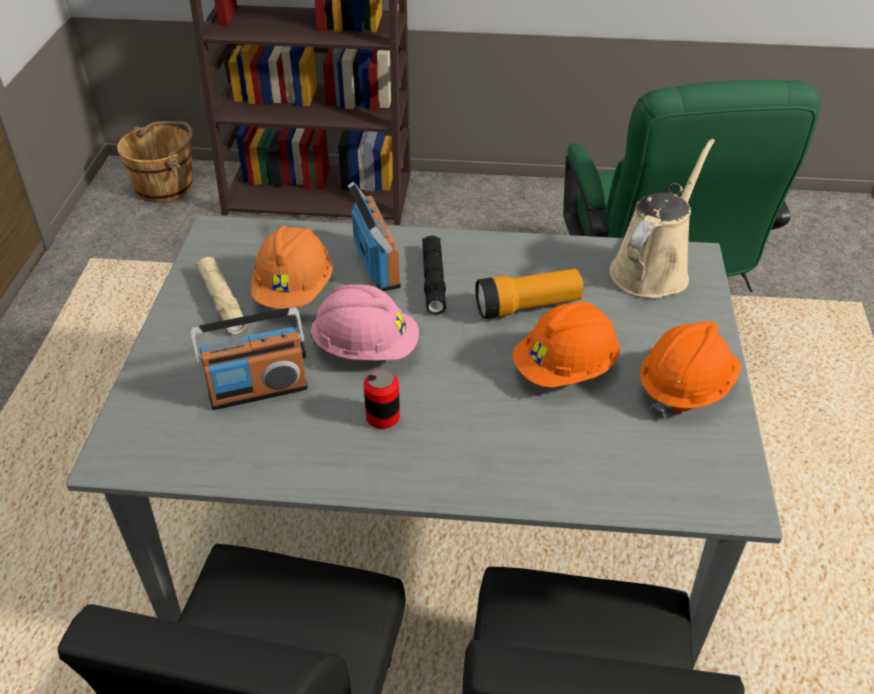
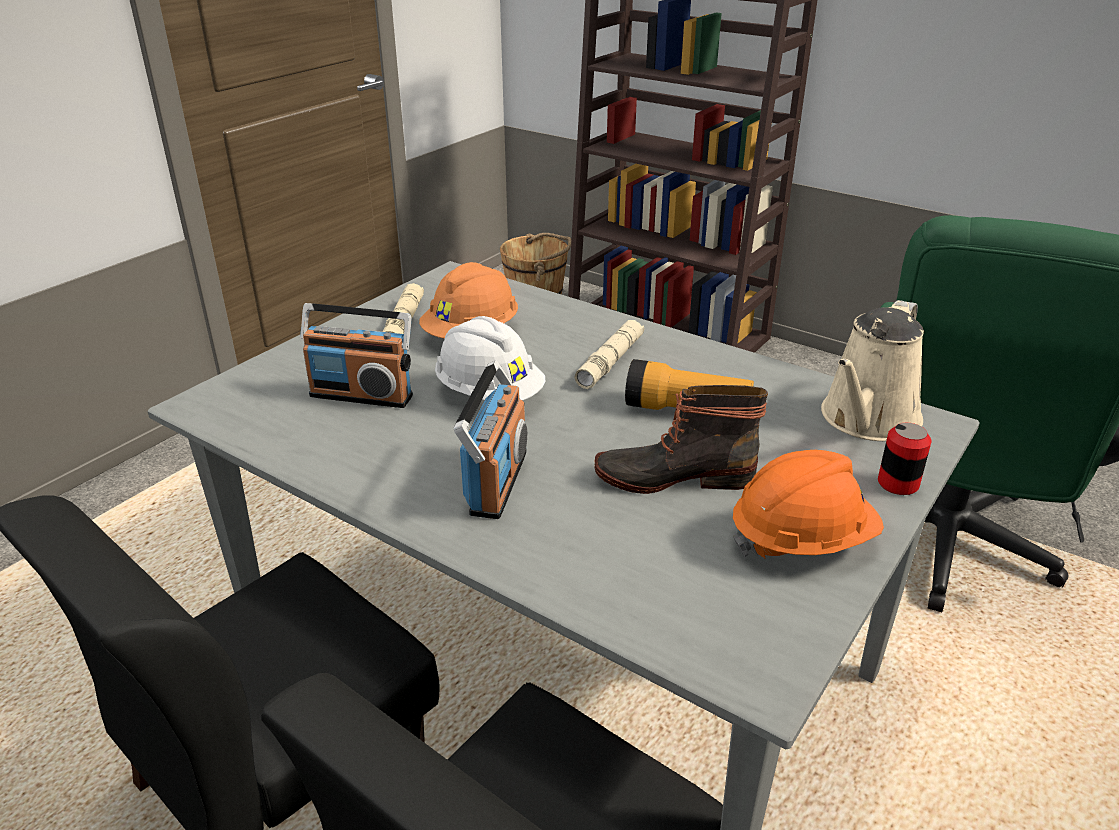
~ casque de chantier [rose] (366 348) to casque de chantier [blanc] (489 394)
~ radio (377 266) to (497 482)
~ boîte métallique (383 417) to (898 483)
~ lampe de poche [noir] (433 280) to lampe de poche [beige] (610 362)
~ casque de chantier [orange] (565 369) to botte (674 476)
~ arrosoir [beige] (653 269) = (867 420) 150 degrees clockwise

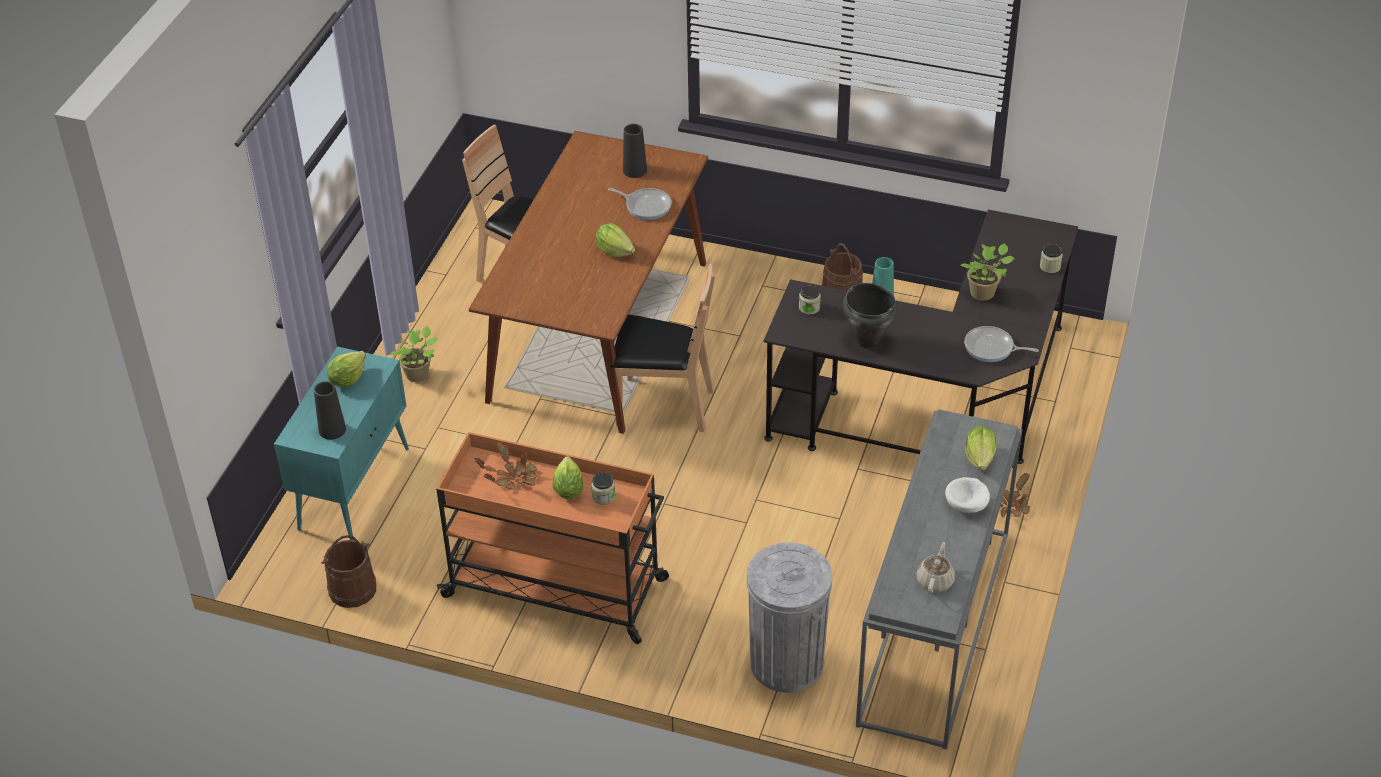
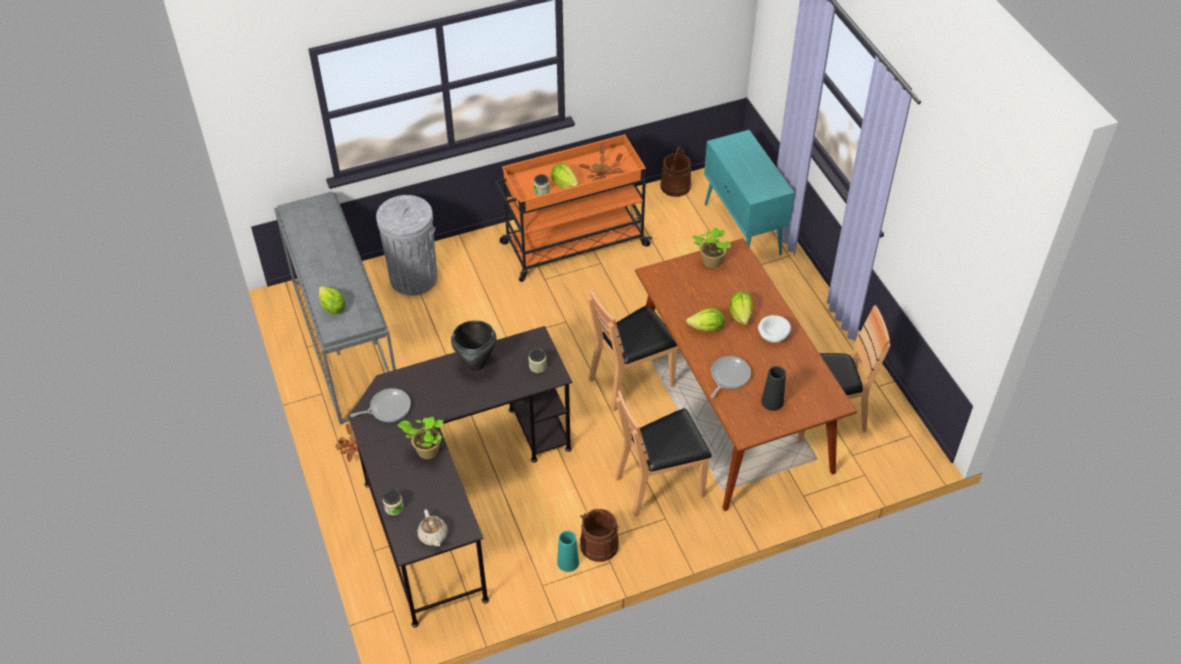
- vase [noir] (332 430)
~ laitue (347 379) to (741 315)
~ plante en pot (419 374) to (710 262)
~ poêle (646 206) = (728 376) 135 degrees clockwise
~ théière [beige] (935 580) to (433 536)
~ bol [blanc] (967 506) to (772 336)
+ chaise [marron] (660 485)

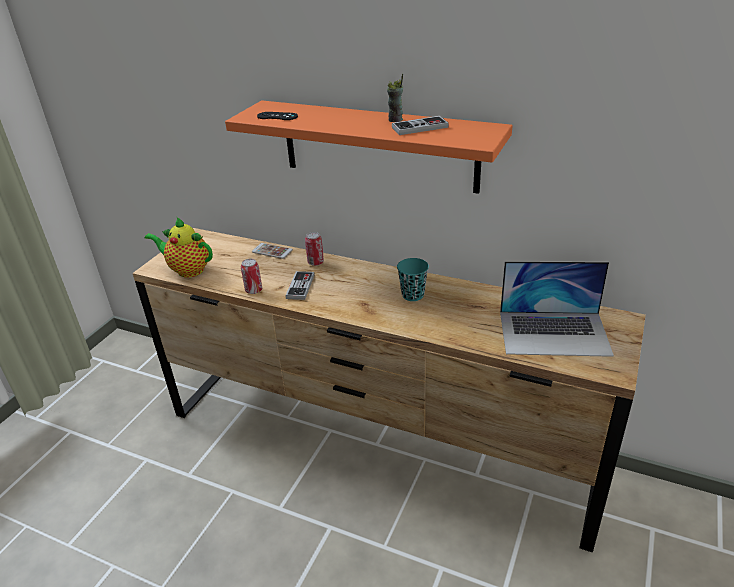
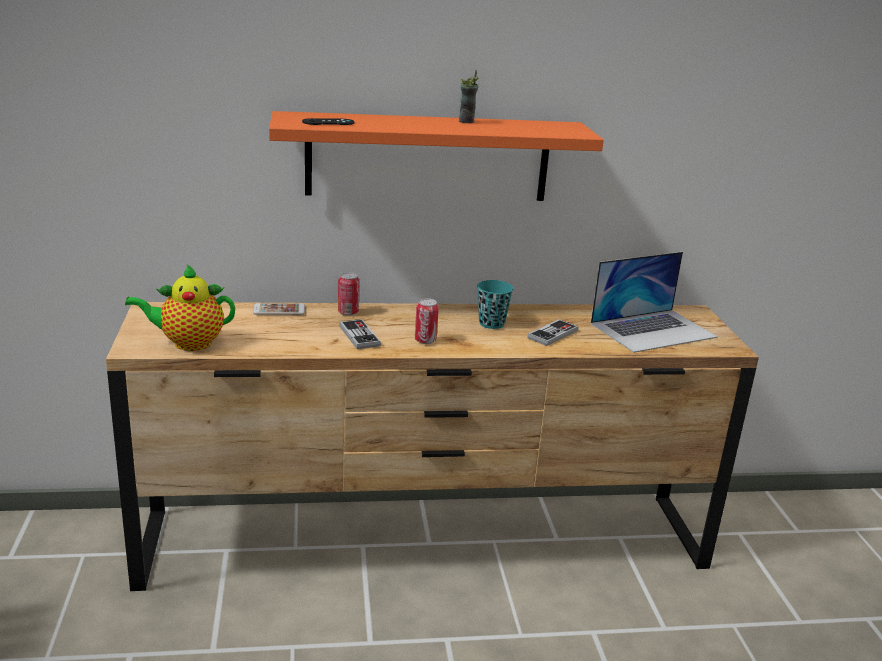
~ boîte métallique (254 290) to (425 340)
~ manette (420 127) to (552 334)

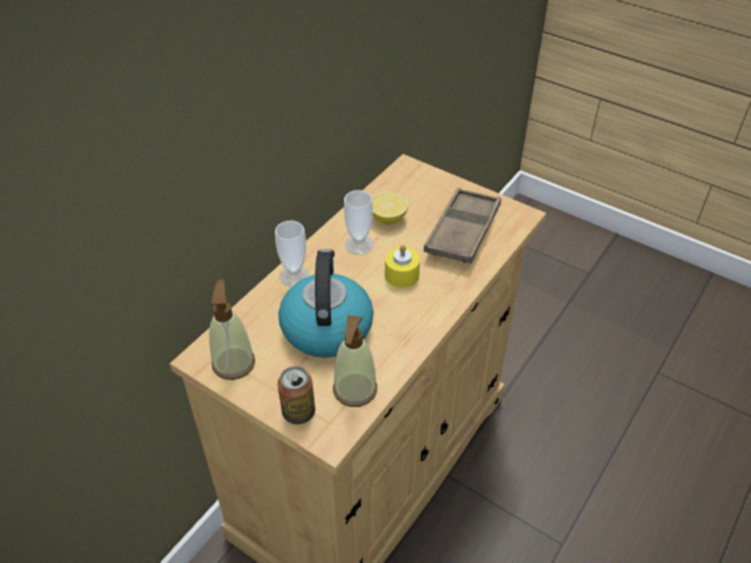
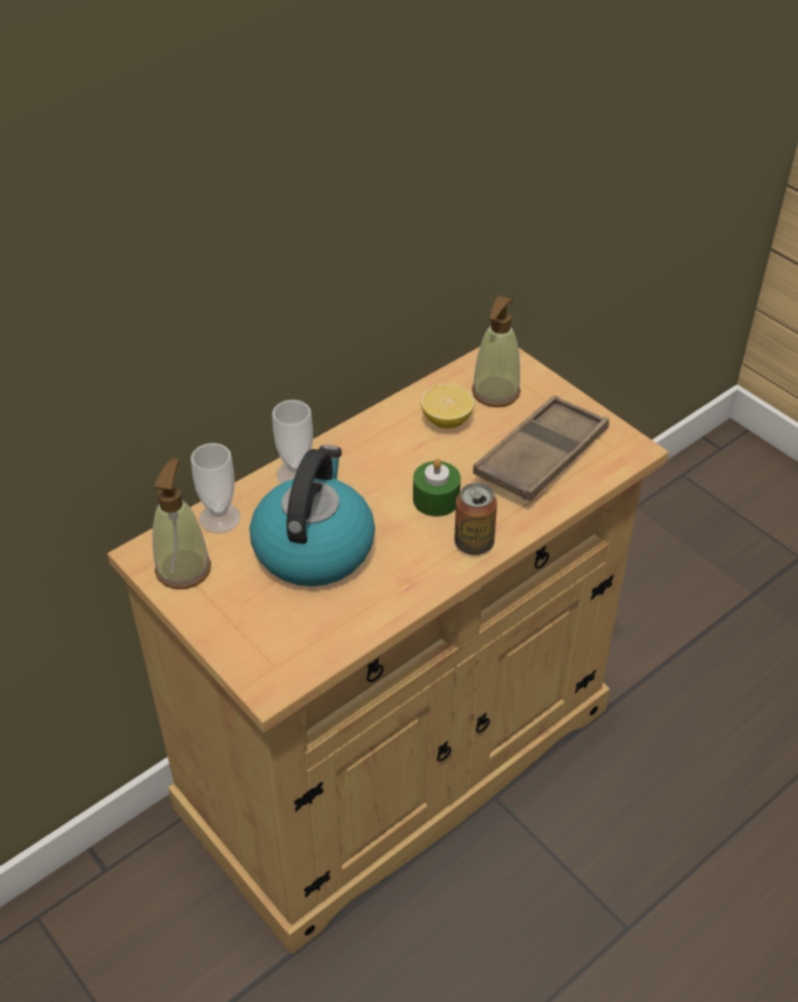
~ boîte métallique (298 412) to (474 543)
~ distributeur de savon (355 390) to (495 392)
~ tasse (359 245) to (220 518)
~ bougie [jaune] (401 275) to bougie [vert] (436 499)

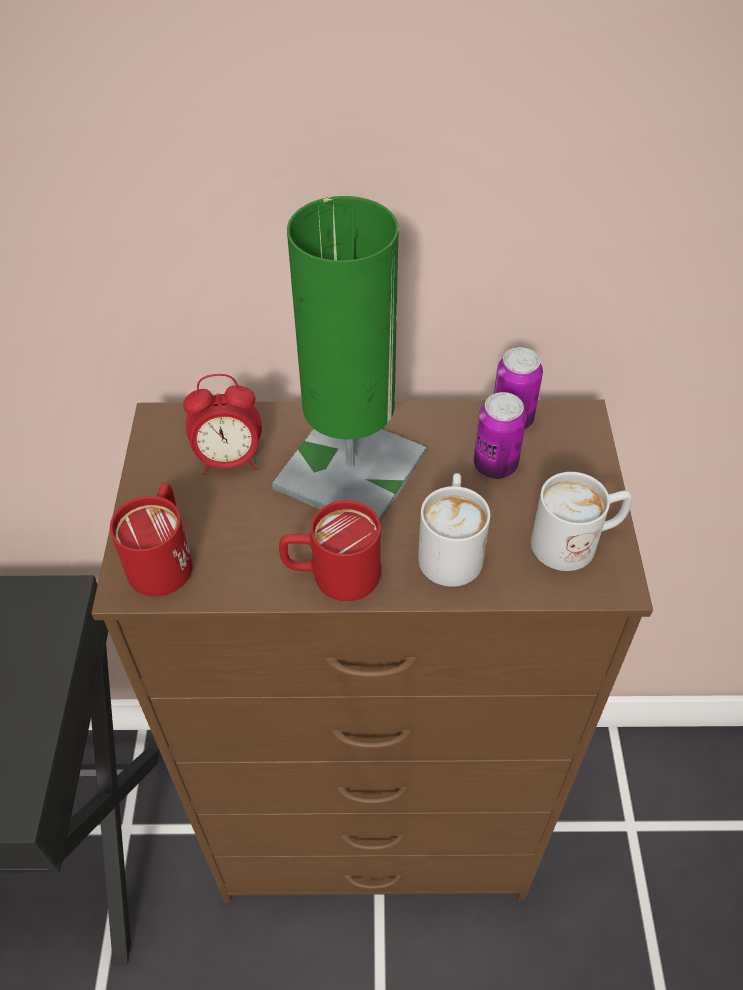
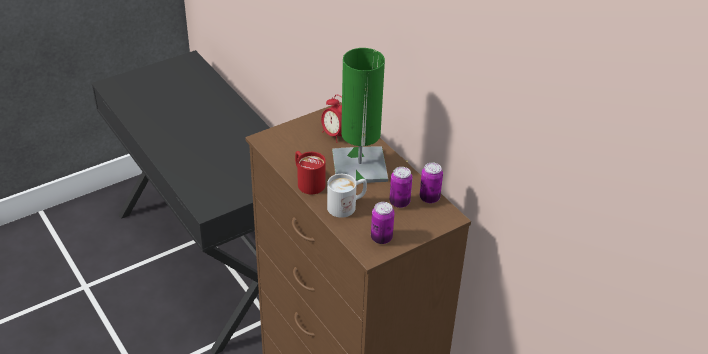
- mug [rouge] (164 557)
~ mug [blanc] (577 541) to boîte métallique (381 238)

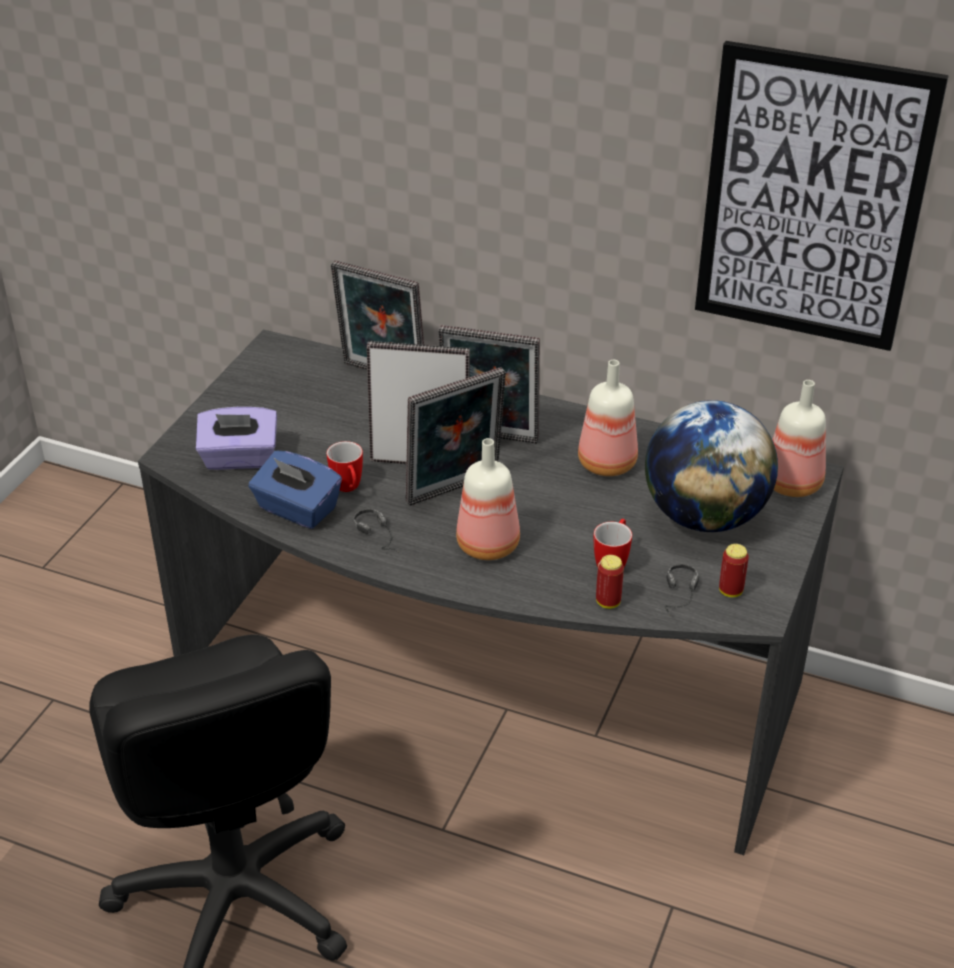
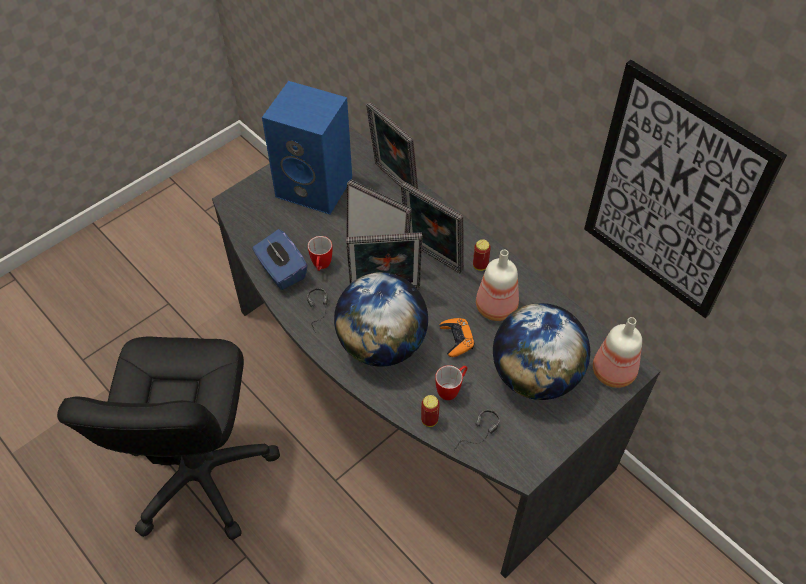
- boîte à mouchoirs [violet] (239 458)
~ bouteille (490 545) to globe (382 344)
~ boîte métallique (730 591) to (480 265)
+ enceinte [bleu] (316 186)
+ manette [orange] (456 339)

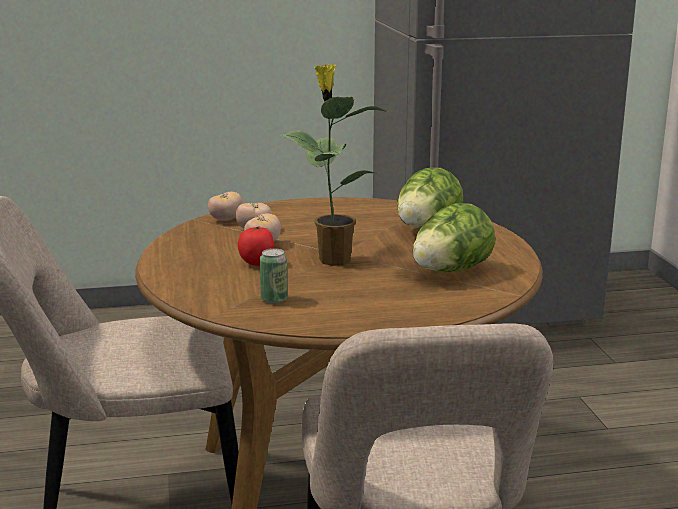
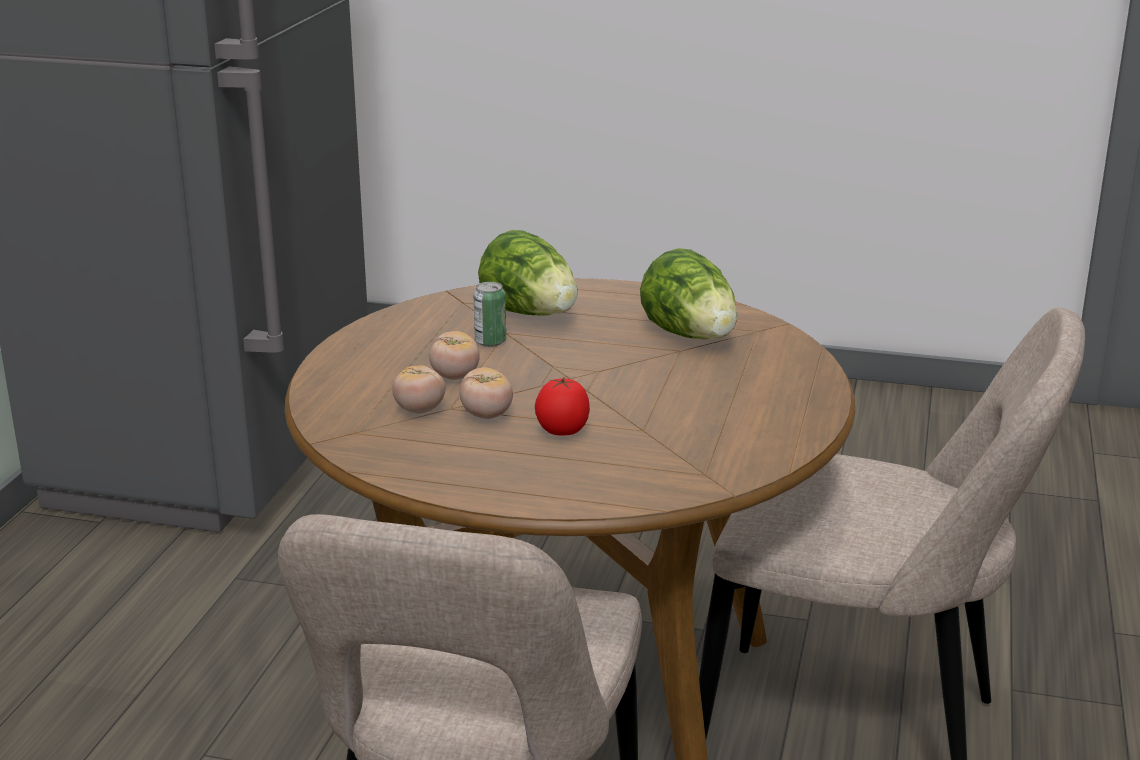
~ tomate (226 220) to (455 376)
~ boîte métallique (274 299) to (490 342)
- plante en pot (333 259)

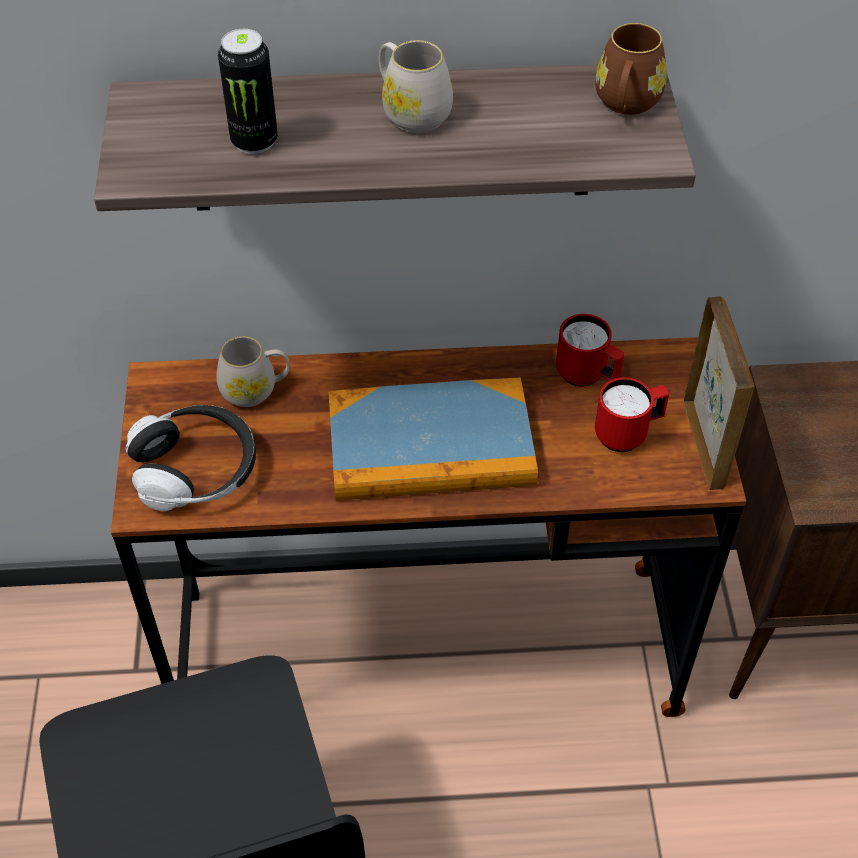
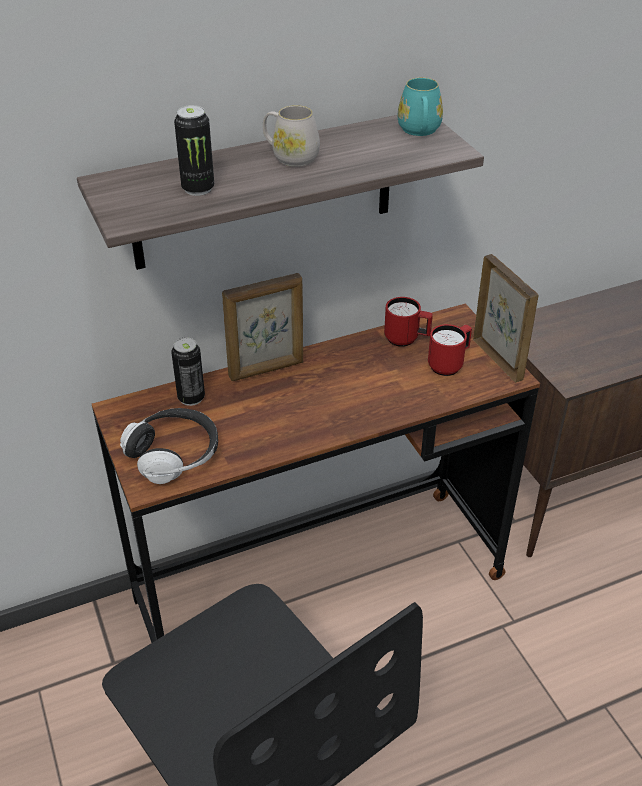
~ mug [blanc] (255 389) to boîte métallique (191 398)
- livre (430 446)
~ mug [marron] (625 104) to mug [turquoise] (419 131)
+ cadre photo (267 370)

